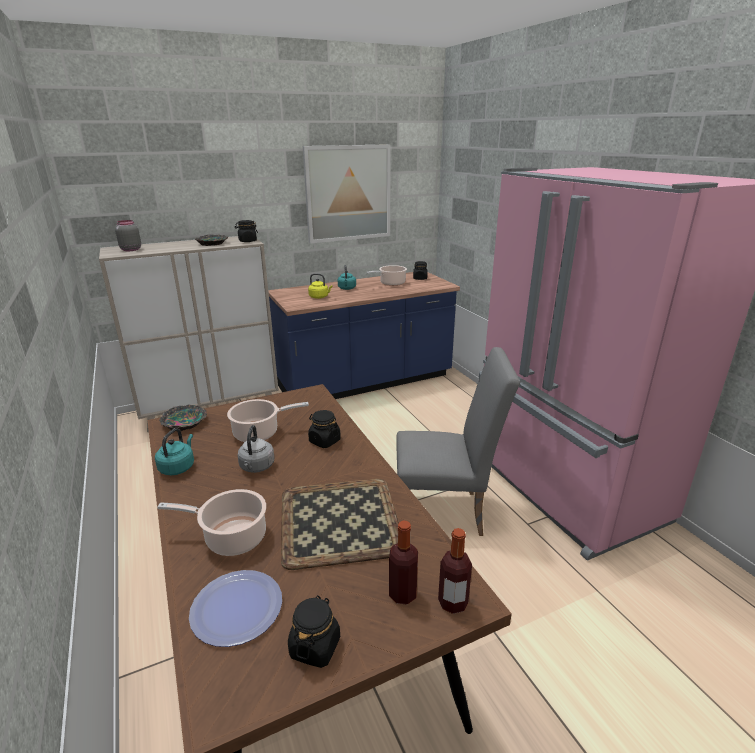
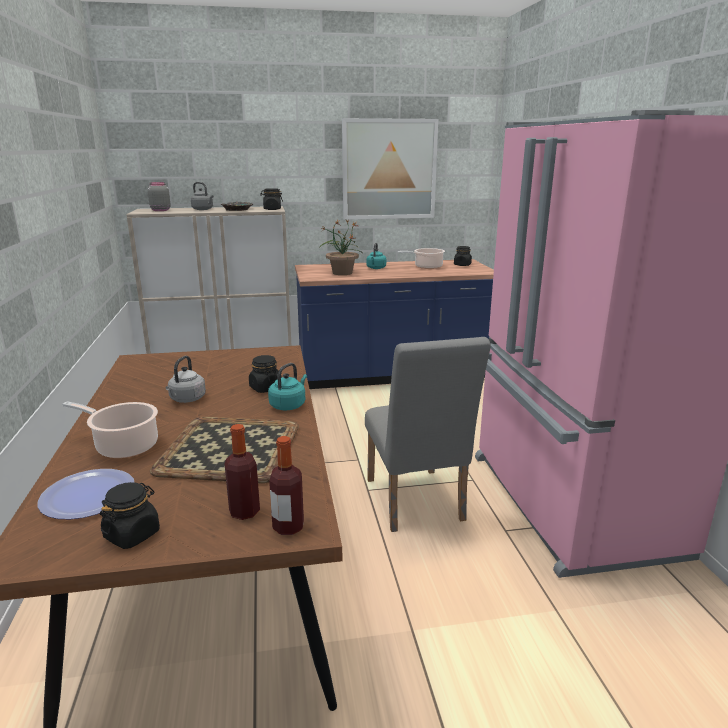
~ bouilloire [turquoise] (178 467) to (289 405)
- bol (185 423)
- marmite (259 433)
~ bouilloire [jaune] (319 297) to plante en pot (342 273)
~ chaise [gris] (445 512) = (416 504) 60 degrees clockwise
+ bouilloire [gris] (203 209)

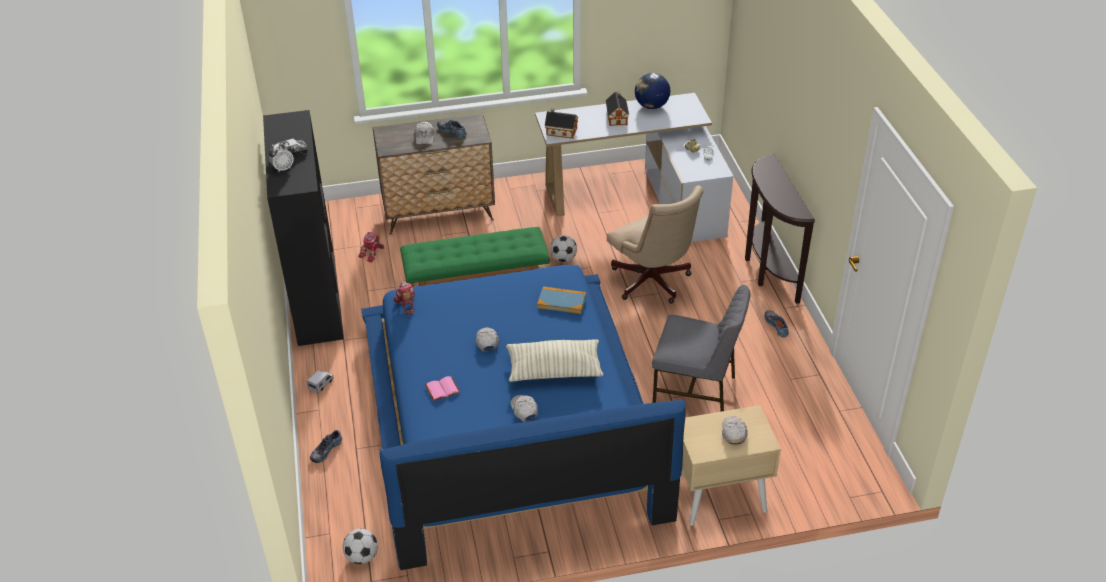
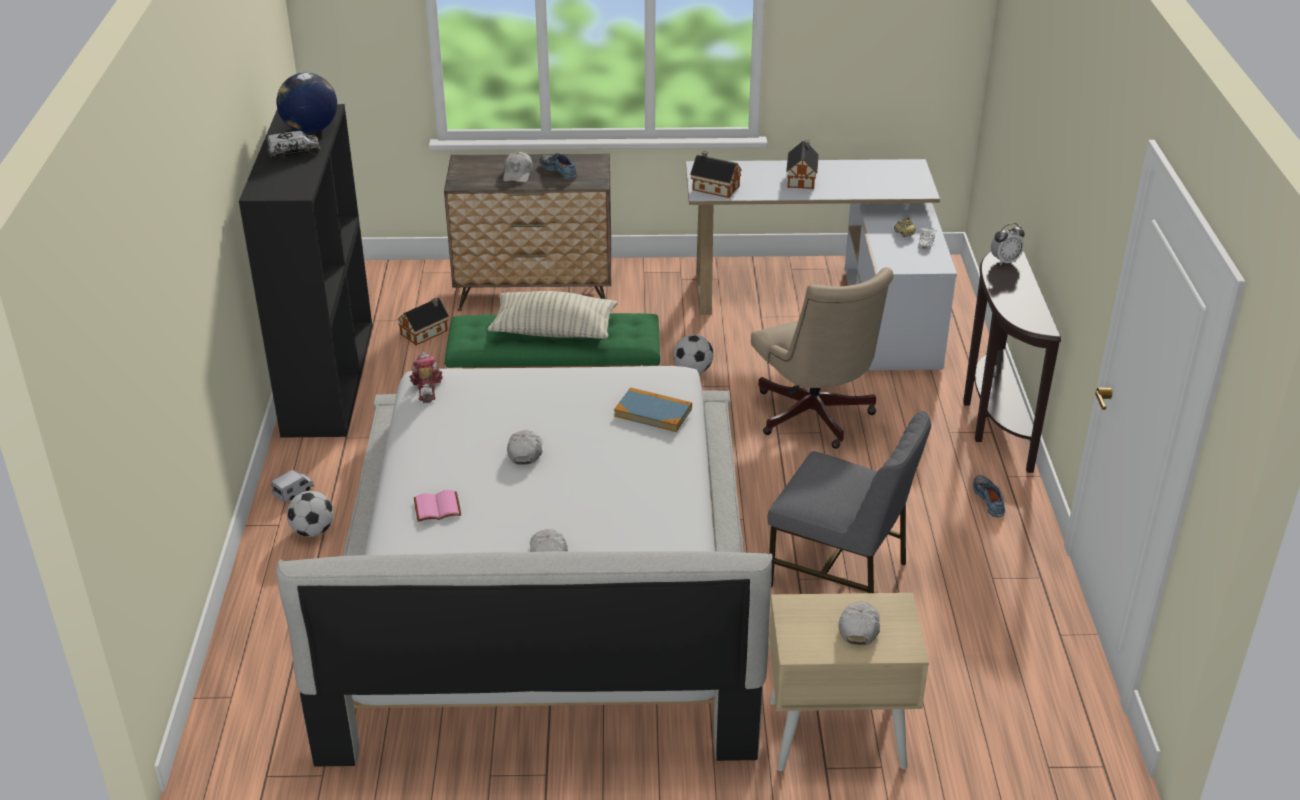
~ réveil (283 168) to (1005 261)
- chaussure (325 450)
~ ballon de foot (362 557) to (313 531)
~ robot jouet (372 253) to maison miniature (426 332)
~ lit [bleu] (509 420) to lit [blanc] (546 576)
~ coussin (554 370) to (553 331)
~ globe (651 106) to (310 130)

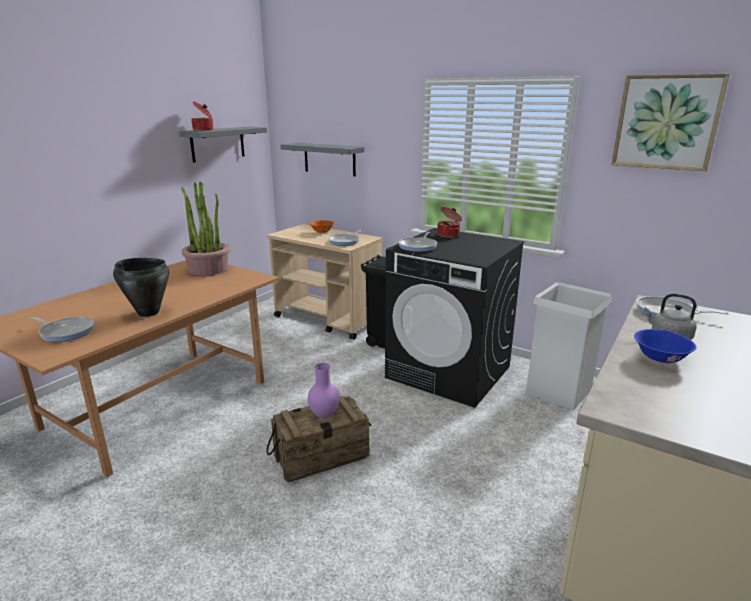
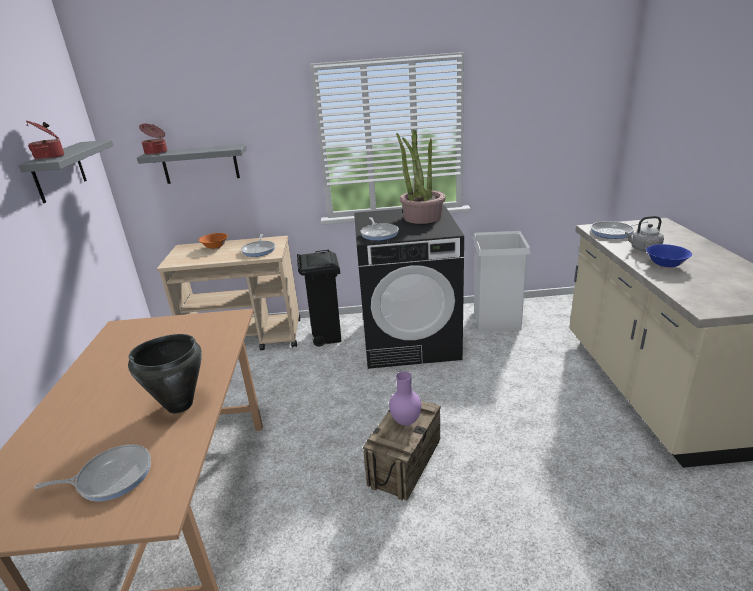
~ plante en pot (208 269) to (422 217)
~ marmite (448 235) to (157 153)
- tableau (666 122)

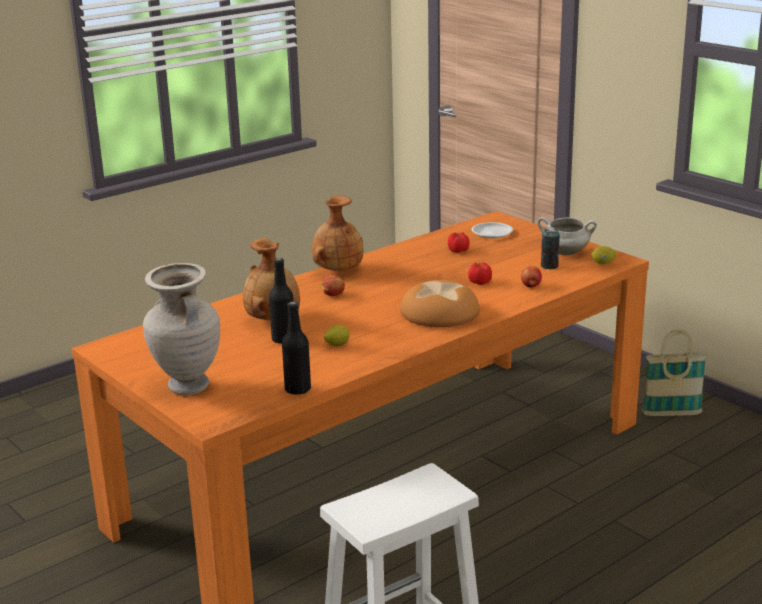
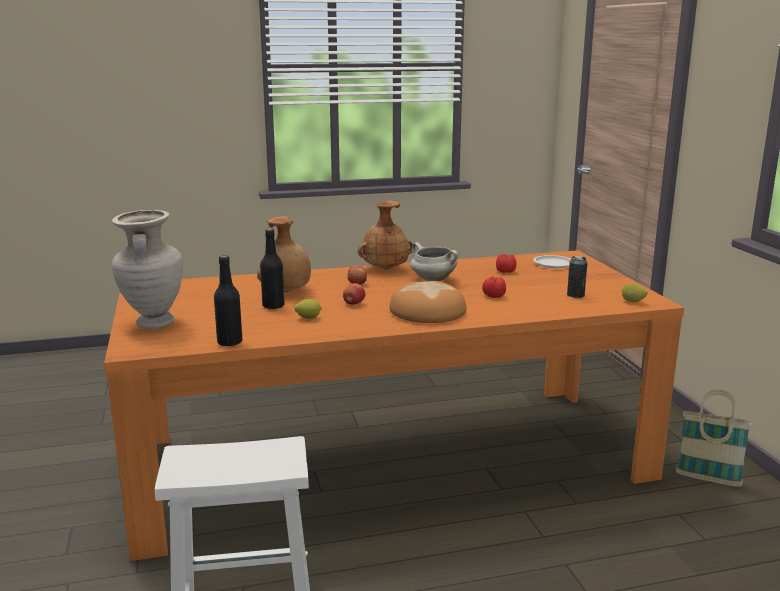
~ pomme (531 286) to (353 304)
~ marmite [blanc] (565 253) to (432 280)

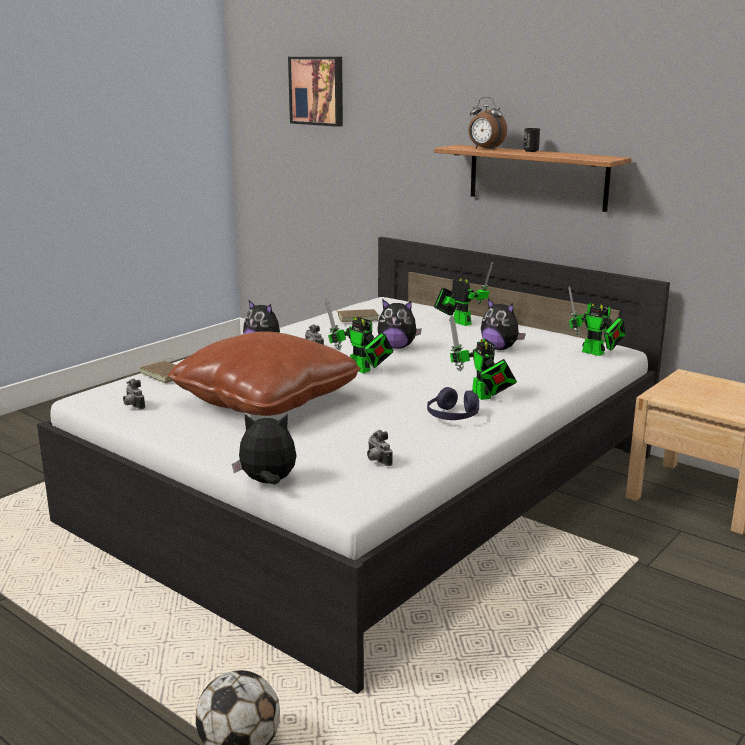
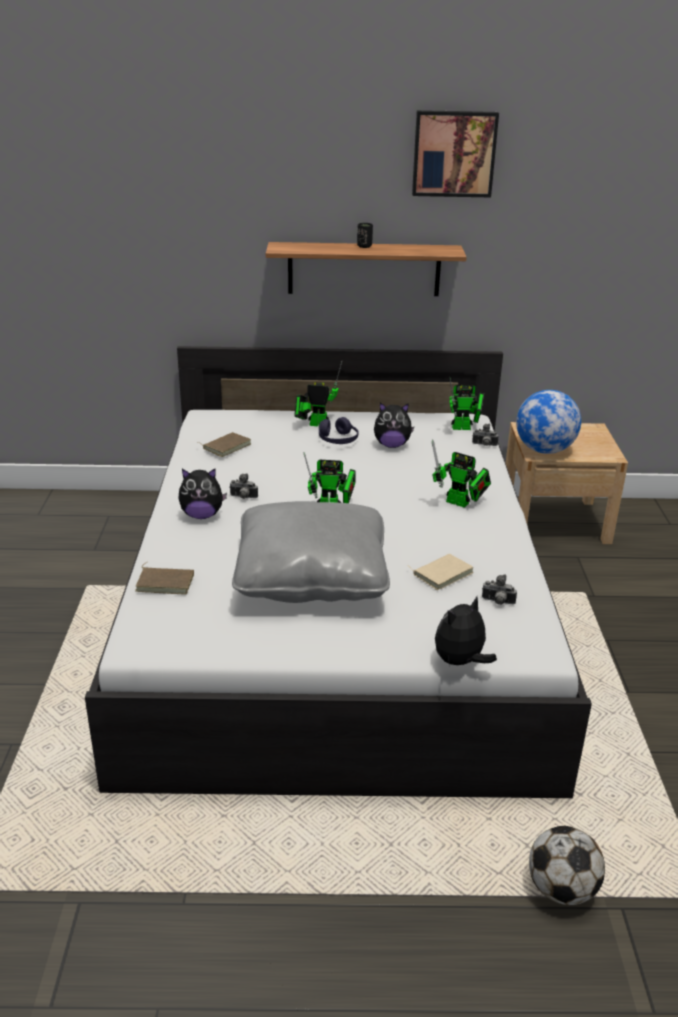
~ appareil photo (133 406) to (484 445)
~ coussin [marron] (266 400) to coussin [gris] (311 576)
~ tableau (318 91) to (453 153)
- peluche (397 347)
~ casque audio [violet] (453 416) to (338 440)
- réveil (485 149)
+ livre [beige] (441 573)
+ globe (544 450)

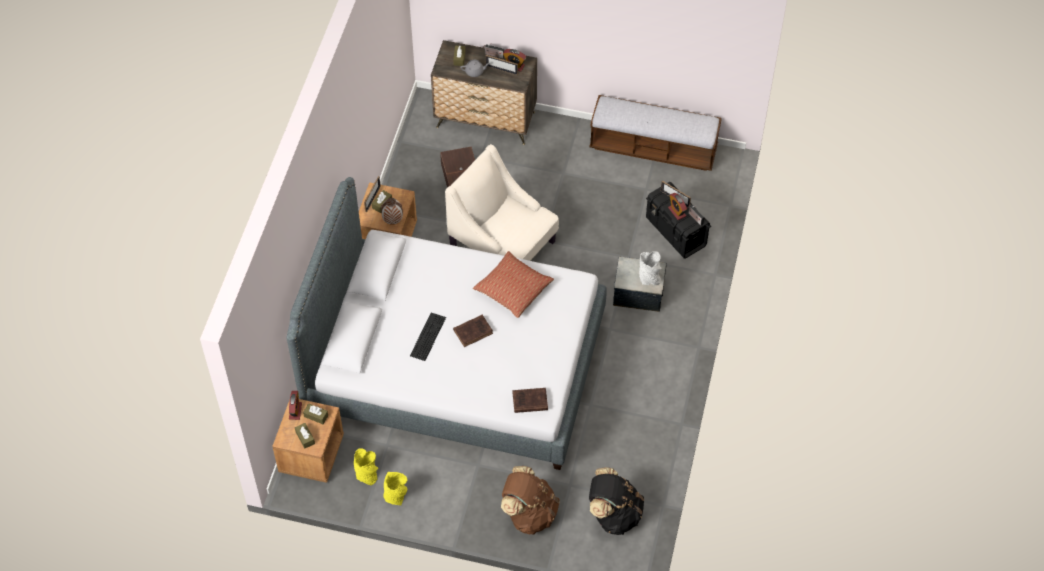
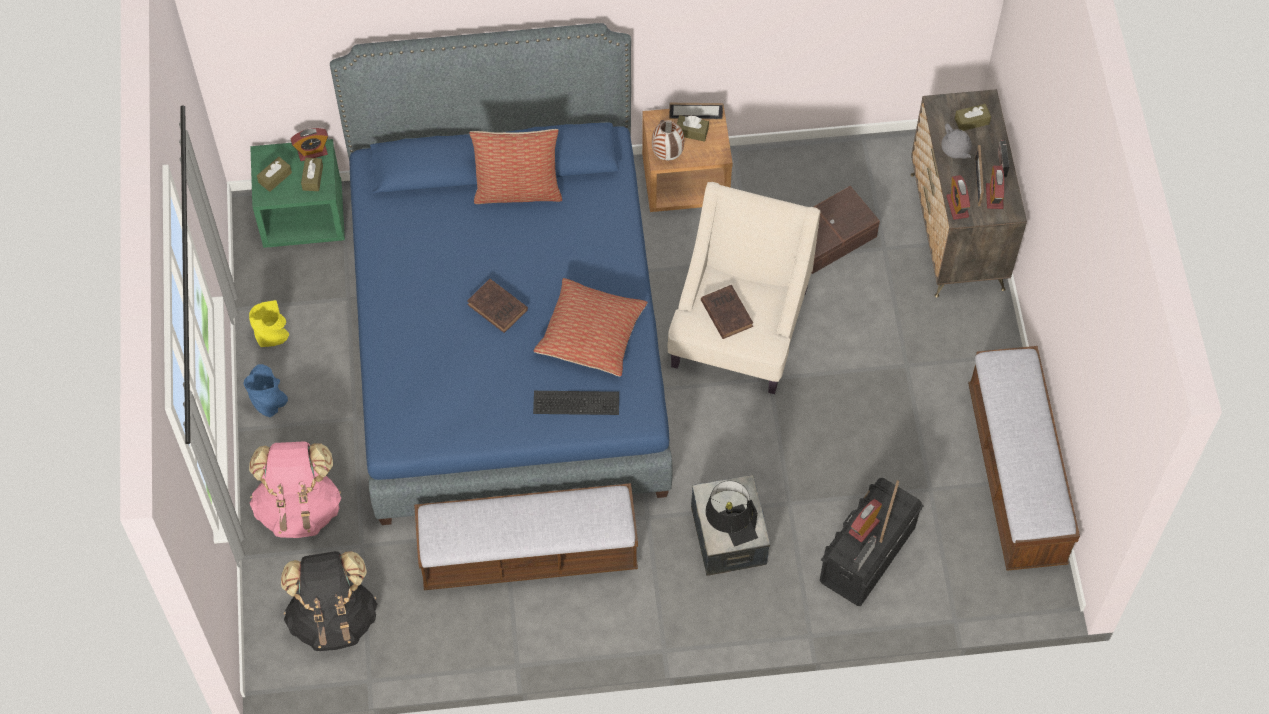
~ table de chevet [marron] (311 454) to table de chevet [vert] (304 216)
~ lit [gris] (454 364) to lit [bleu] (507 335)
- vase [jaune] (366 474)
~ clavier (427 336) to (577 401)
~ sac à dos [marron] (529 513) to sac à dos [rose] (299 508)
~ livre [marron] (529 402) to (726 312)
~ vase [gris] (649 278) to lampe de table [noir] (730 528)
+ vase [bleu] (269 403)
+ banc (529 555)
+ coussin (518 189)
+ réveil (957 206)

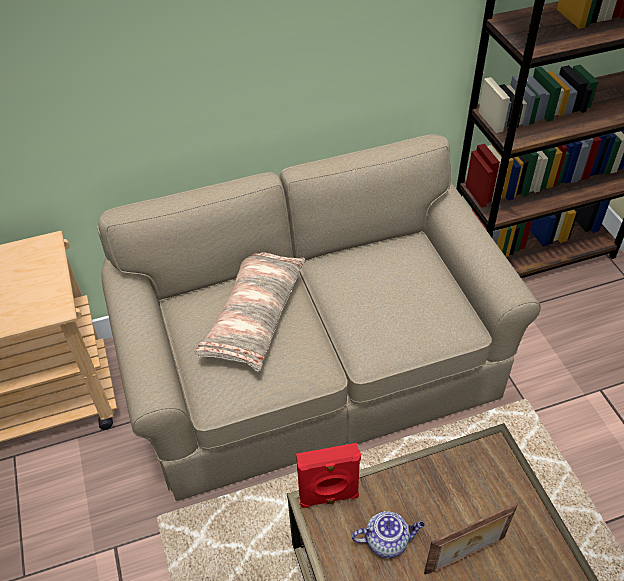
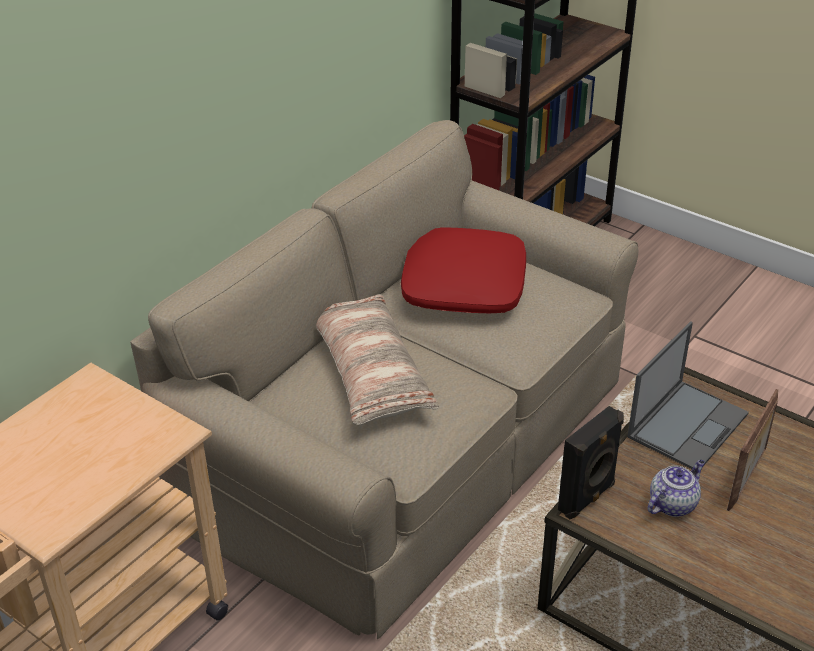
~ enceinte [rouge] (329 497) to enceinte [noir] (587 498)
+ coussin [rouge] (463 284)
+ ordinateur portable (688 424)

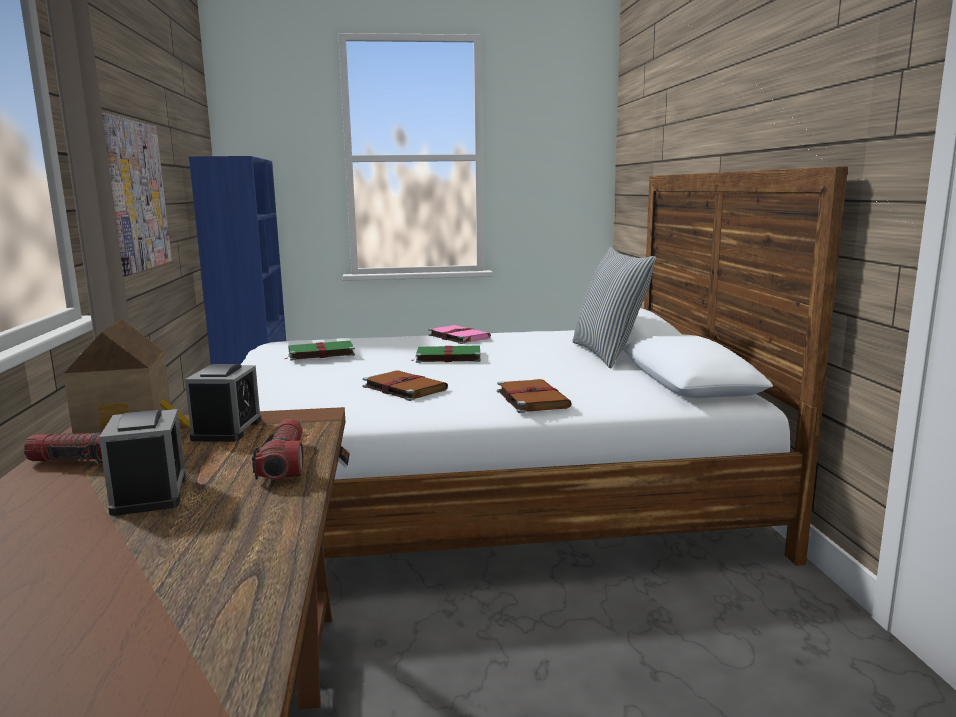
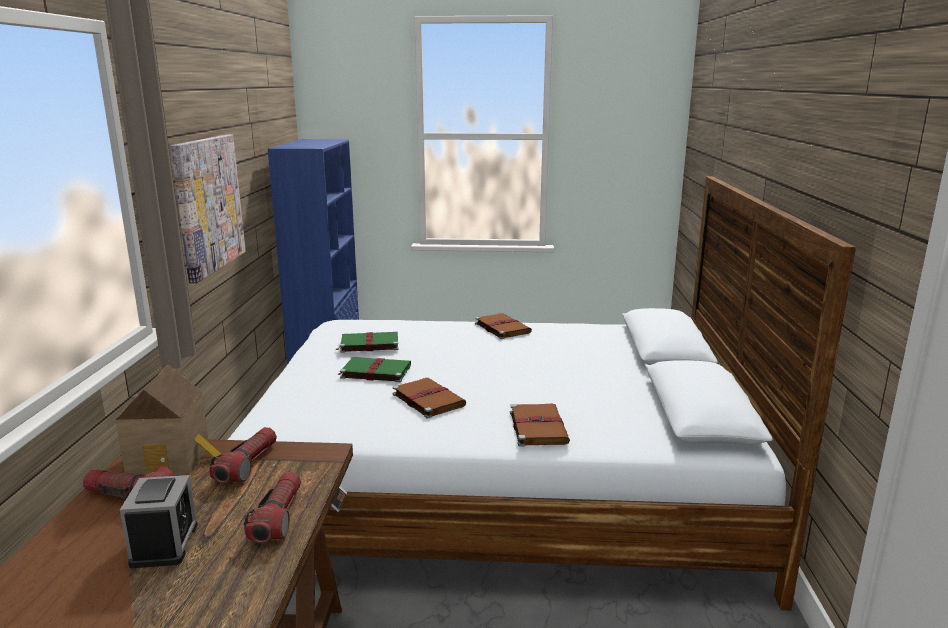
~ réveil (227 429) to lampe de poche (247 465)
~ livre [vert] (447 357) to (374 372)
~ livre [rose] (458 337) to livre [marron] (501 328)
- coussin (608 354)

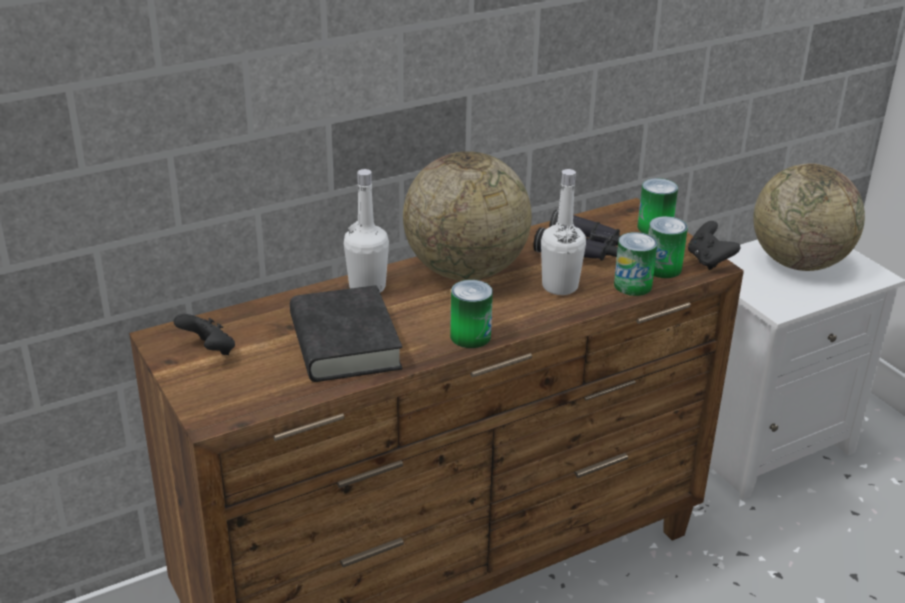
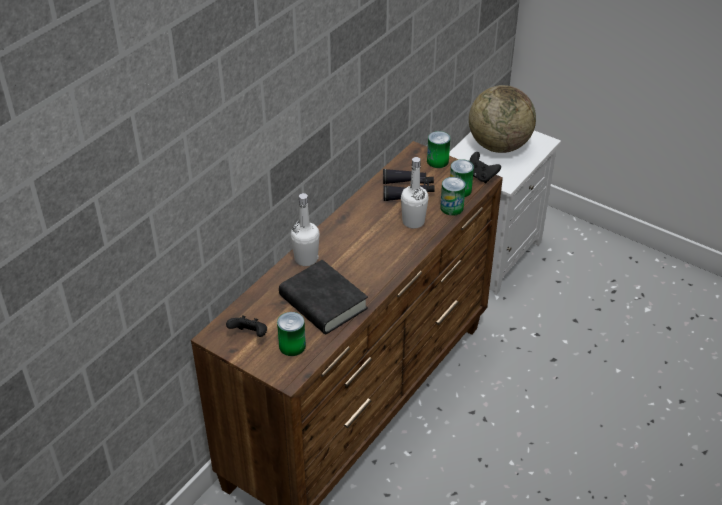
- globe (465 271)
~ boîte métallique (470 336) to (292 346)

